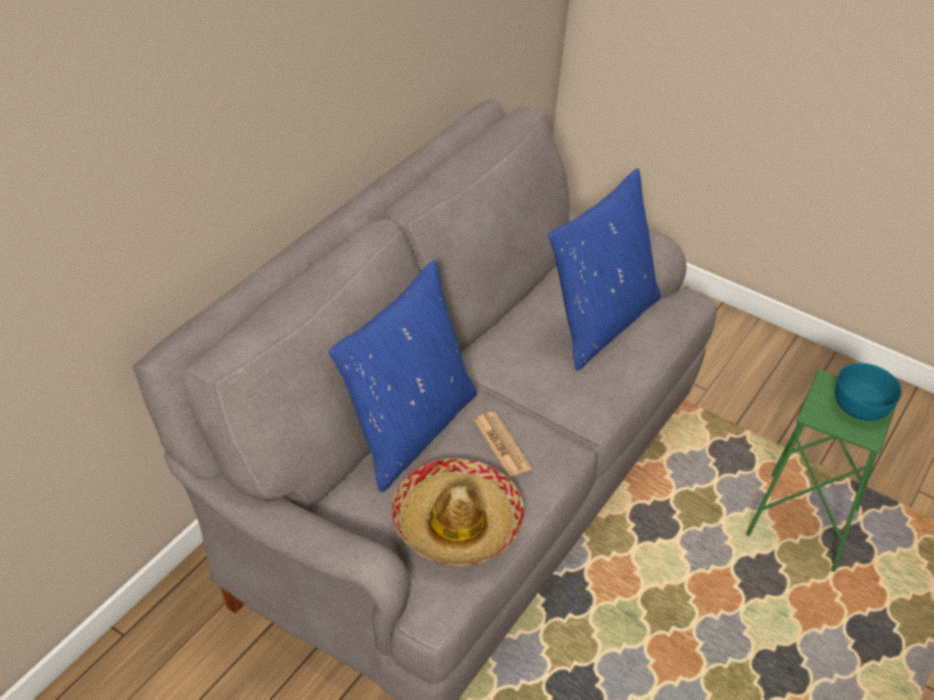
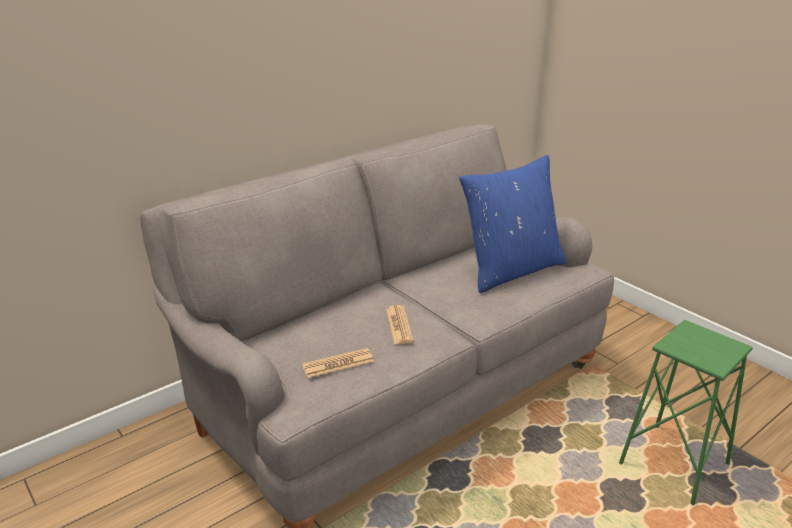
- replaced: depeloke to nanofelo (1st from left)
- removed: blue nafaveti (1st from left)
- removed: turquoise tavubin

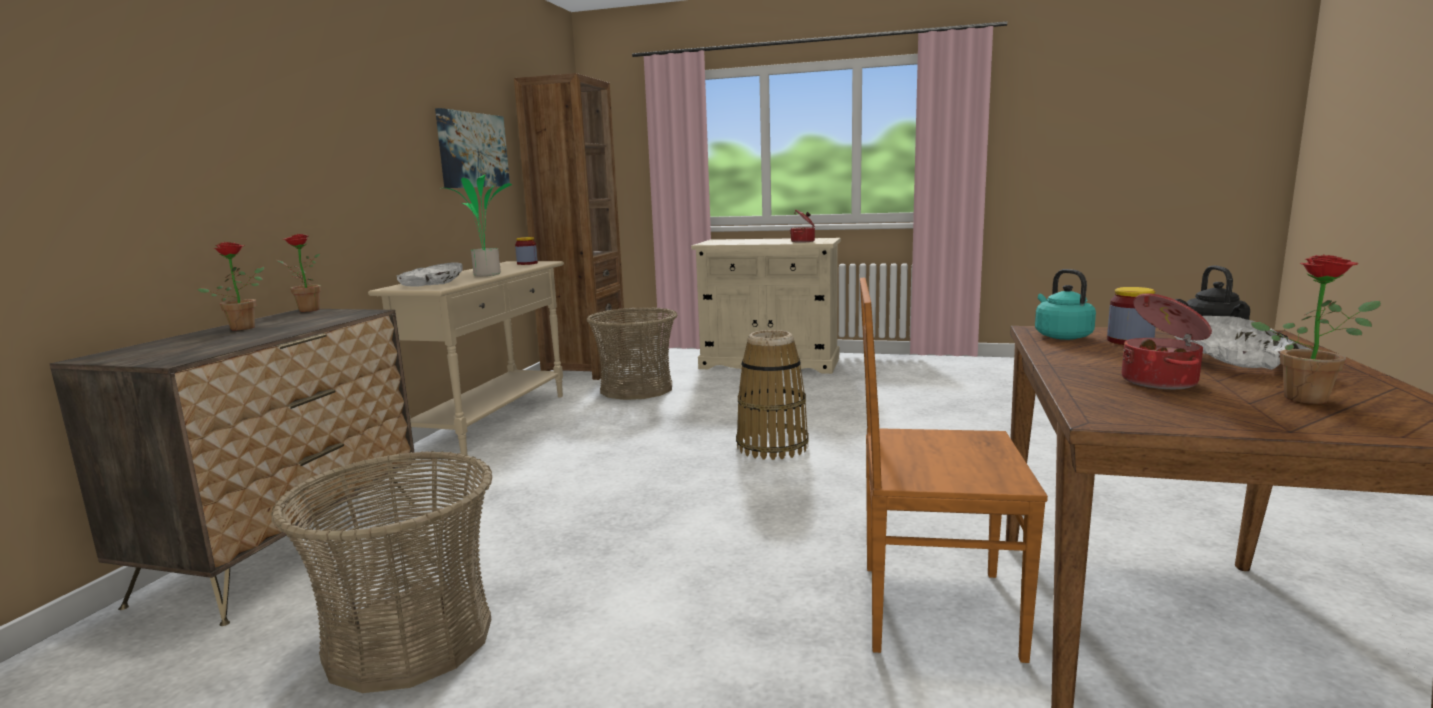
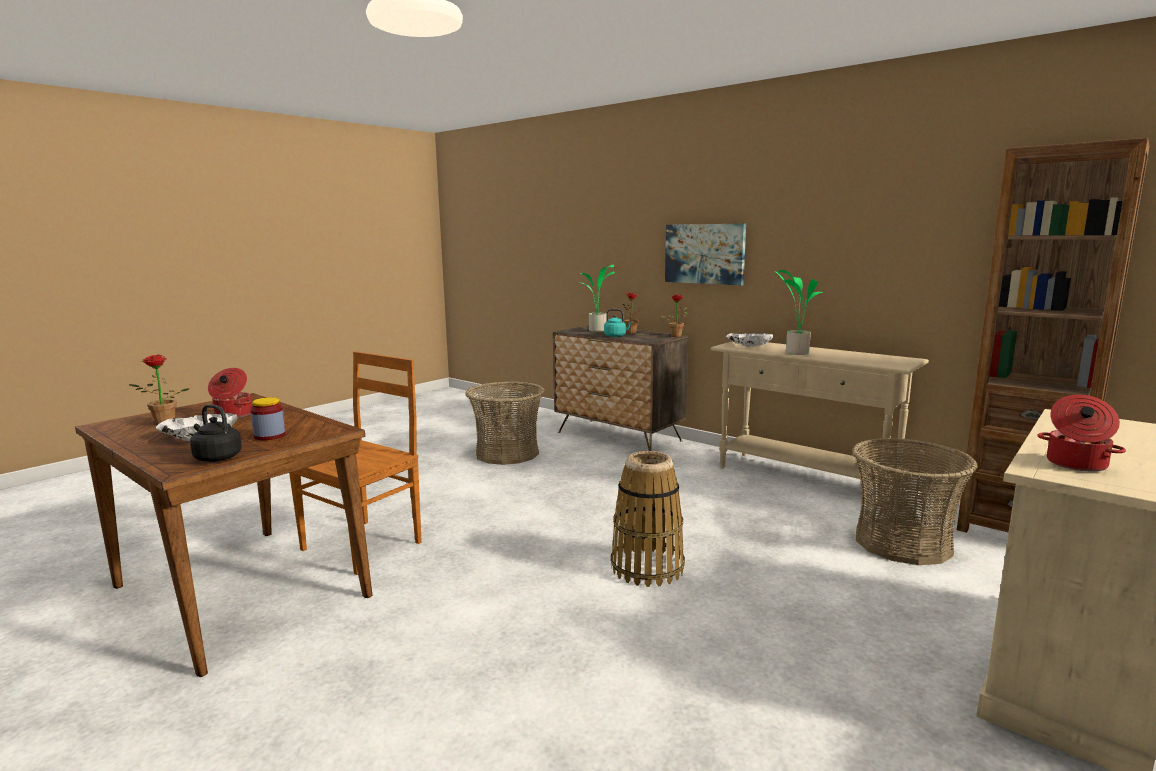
- added: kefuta (2nd from left)
- moved: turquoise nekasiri
- moved: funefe
- removed: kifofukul (1st from left)

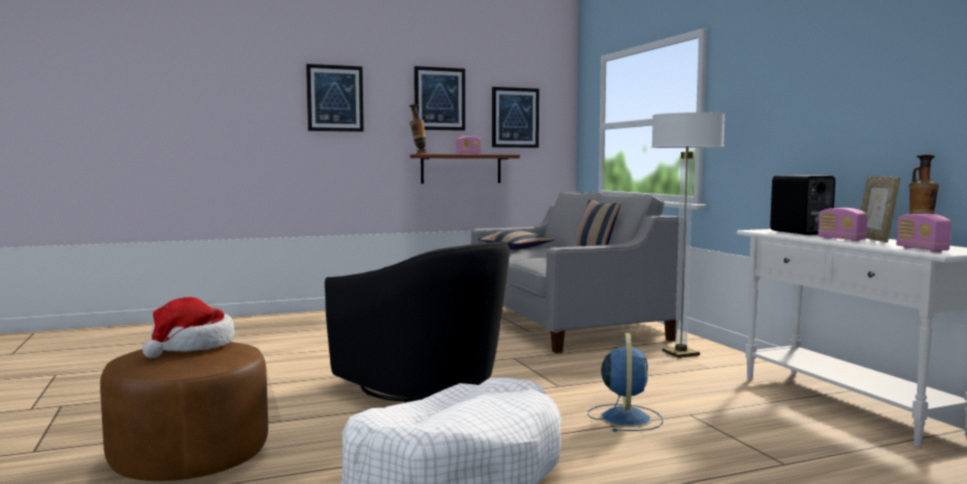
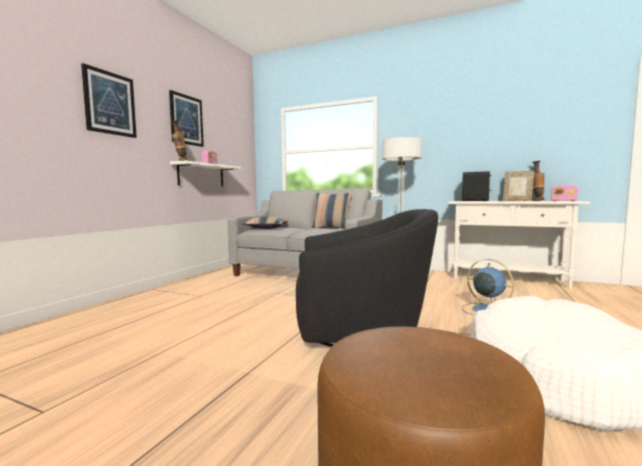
- recoloured: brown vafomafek to white vafomafek
- removed: depeloke
- removed: funefe (3rd from left)
- removed: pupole (2nd from left)

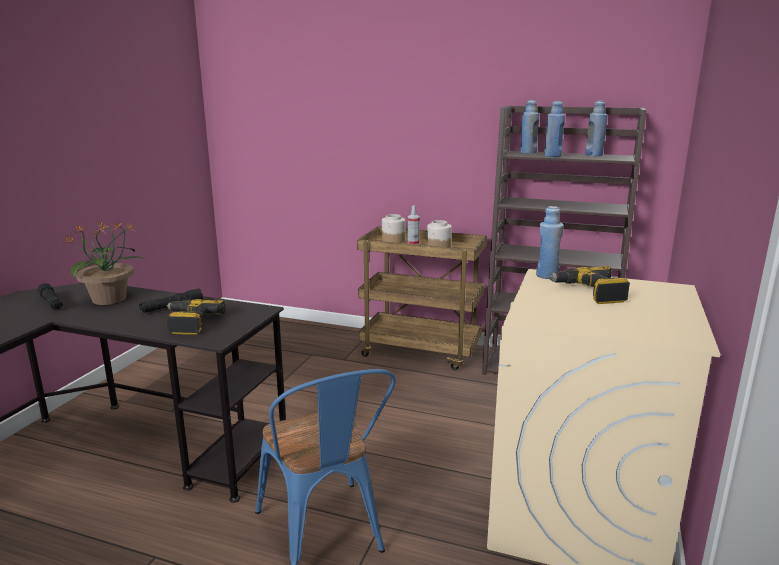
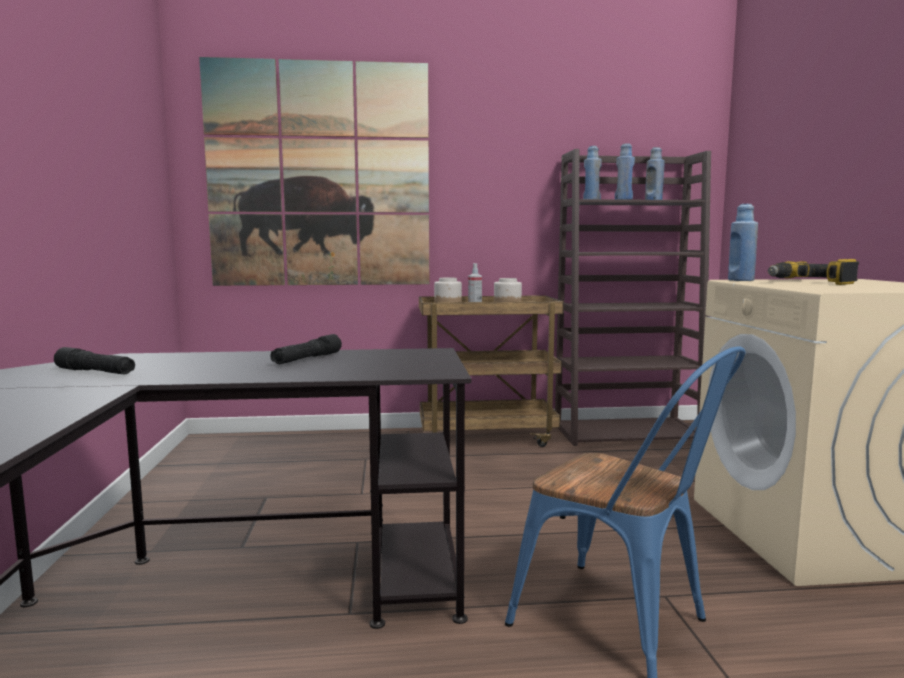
- added: funefe
- removed: kefuta
- removed: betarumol (1st from left)

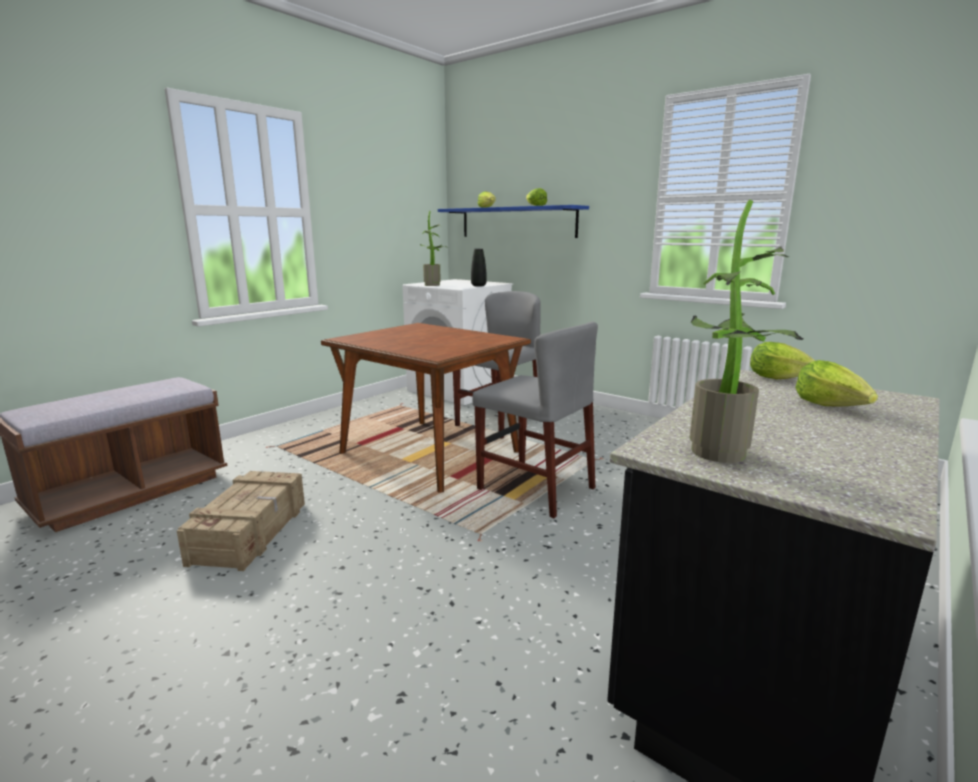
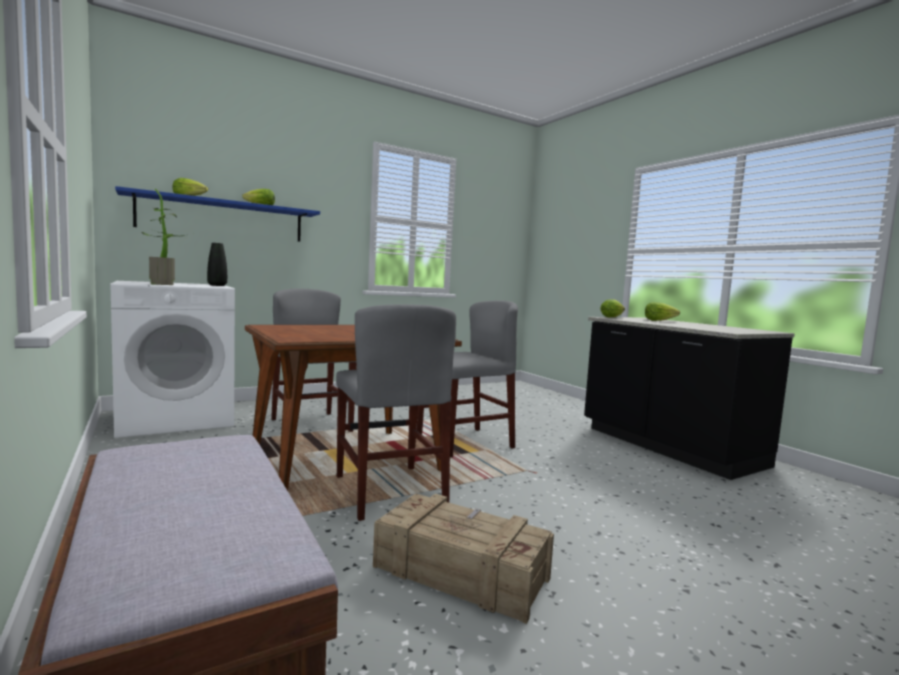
- added: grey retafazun (2nd from left)
- removed: kefuta (2nd from left)

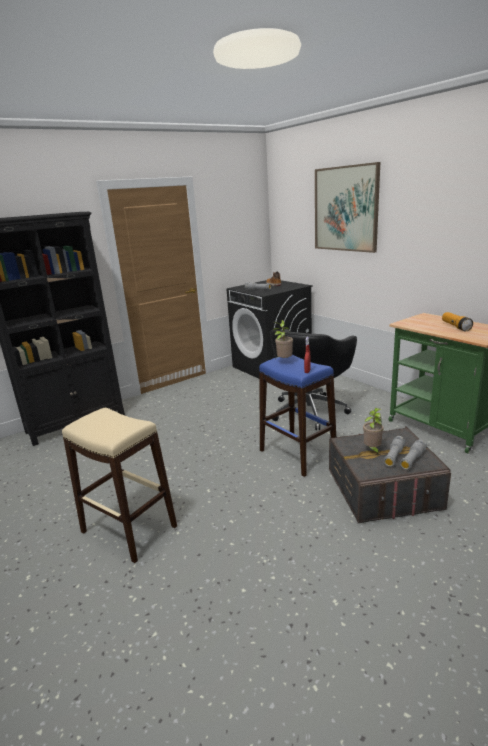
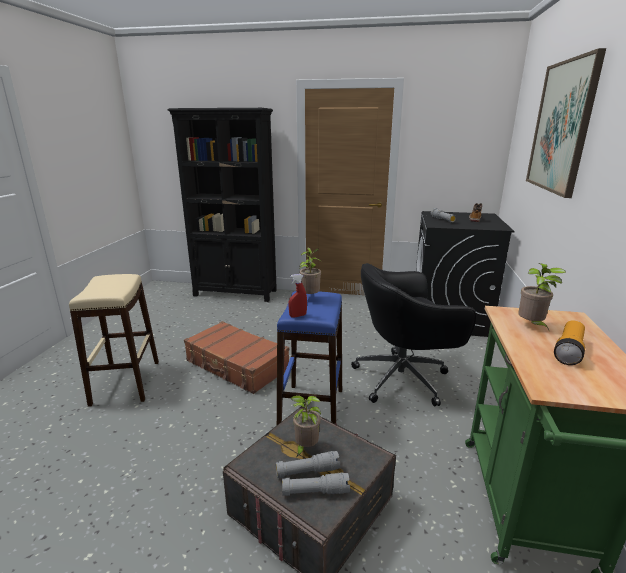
- added: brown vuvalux
- added: kefuta (3rd from left)

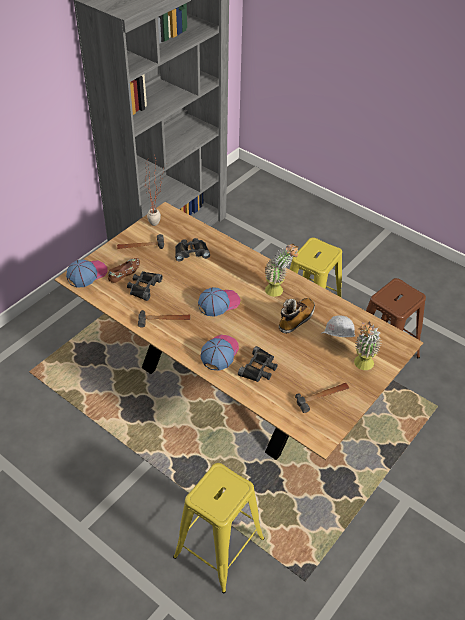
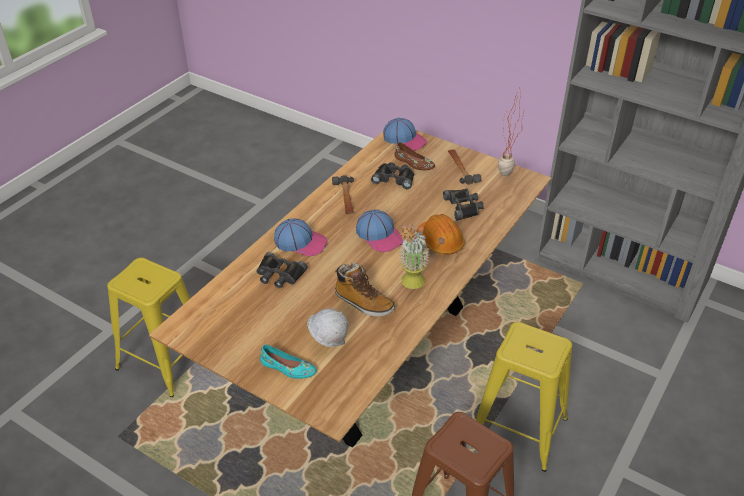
- replaced: kefuta (3rd from left) to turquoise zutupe
- added: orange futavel
- removed: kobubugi (3rd from left)

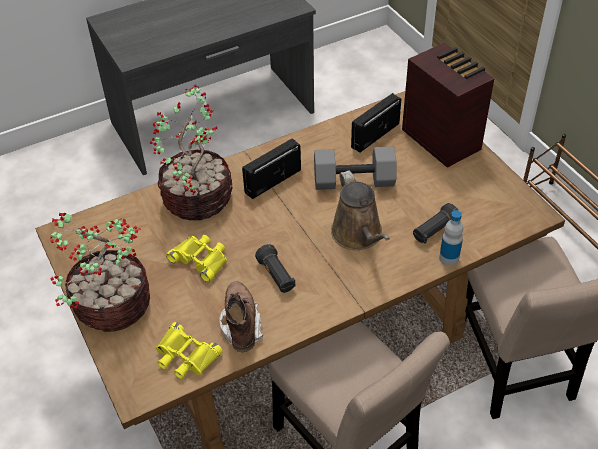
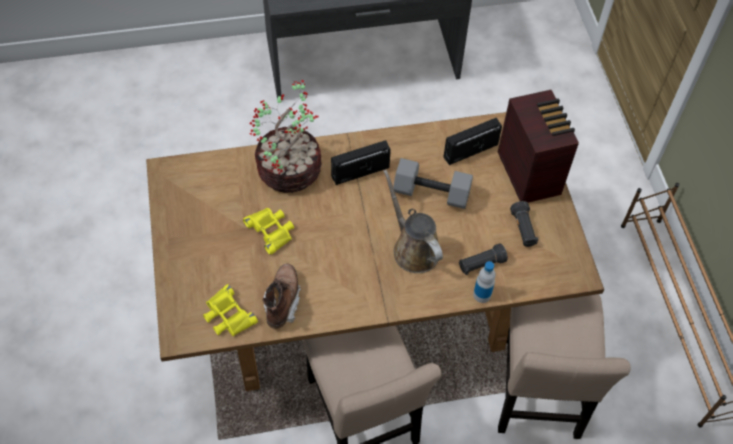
- turned: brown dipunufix 150 degrees clockwise
- moved: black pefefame (1st from left in the first image) to black pefefame (2nd from left)
- removed: kefuta (1st from left)

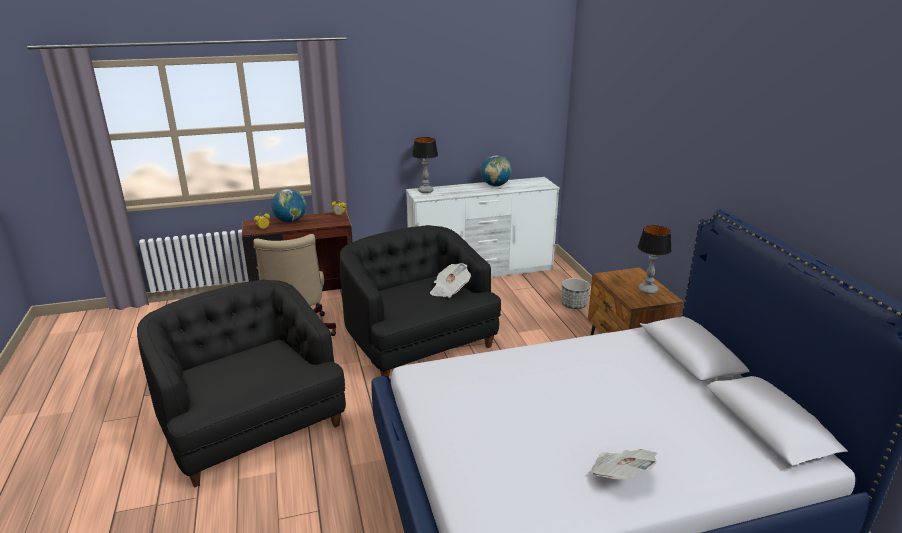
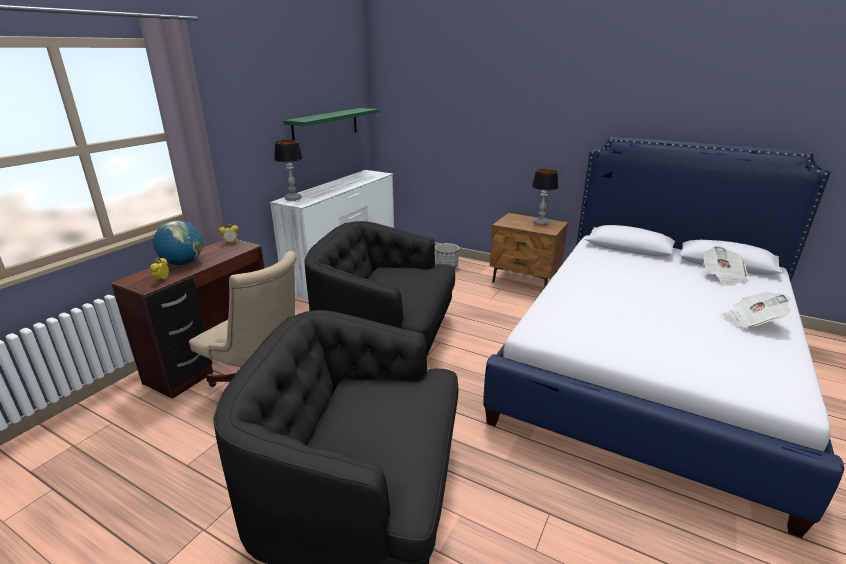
- added: green vafomafek
- moved: nanofelo (1st from left)
- removed: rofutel (2nd from left)

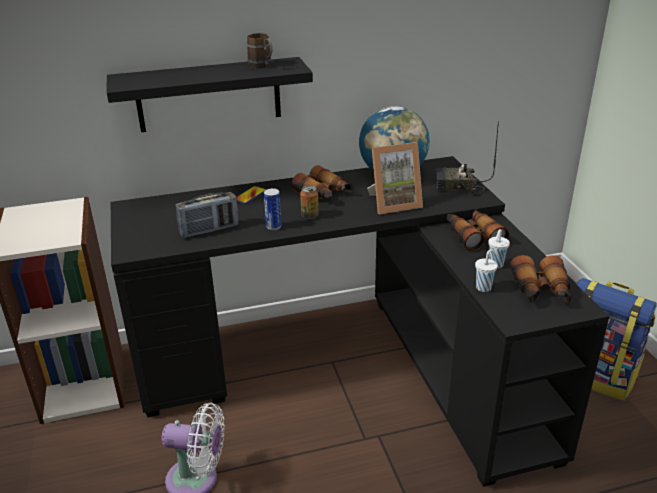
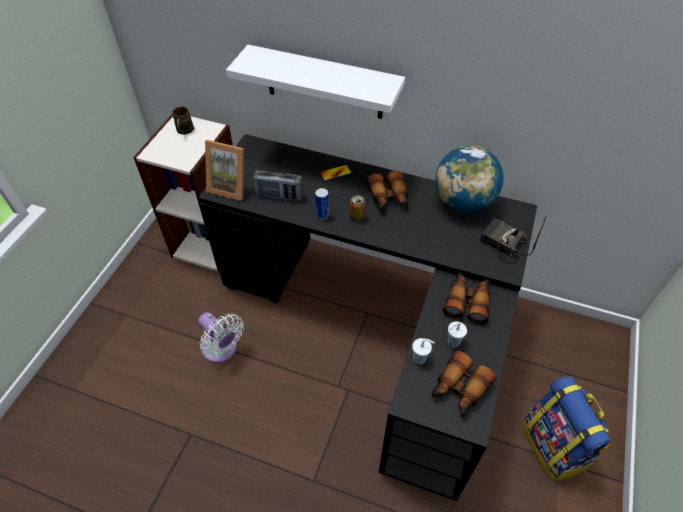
- moved: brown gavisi
- moved: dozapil
- recoloured: black vafomafek to white vafomafek

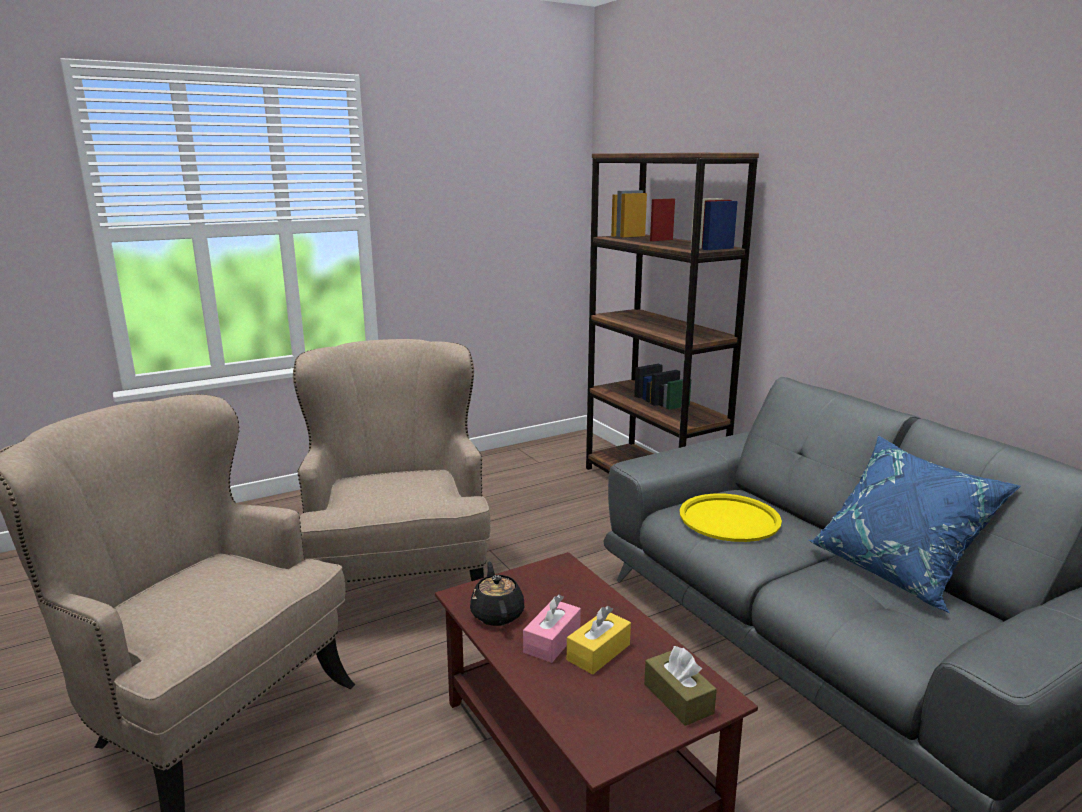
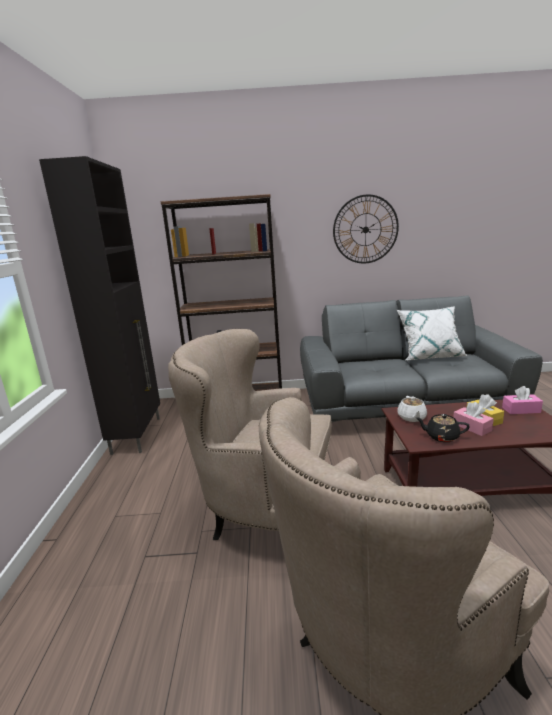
- added: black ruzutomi
- added: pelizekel
- recoloured: blue nafaveti to white nafaveti
- added: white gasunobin
- recoloured: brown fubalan to pink fubalan (2nd from left)
- removed: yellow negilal

